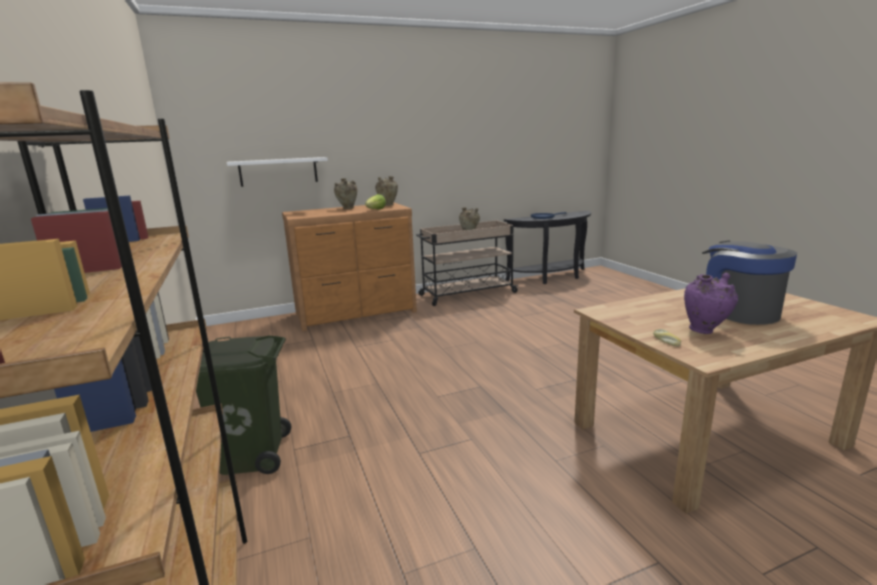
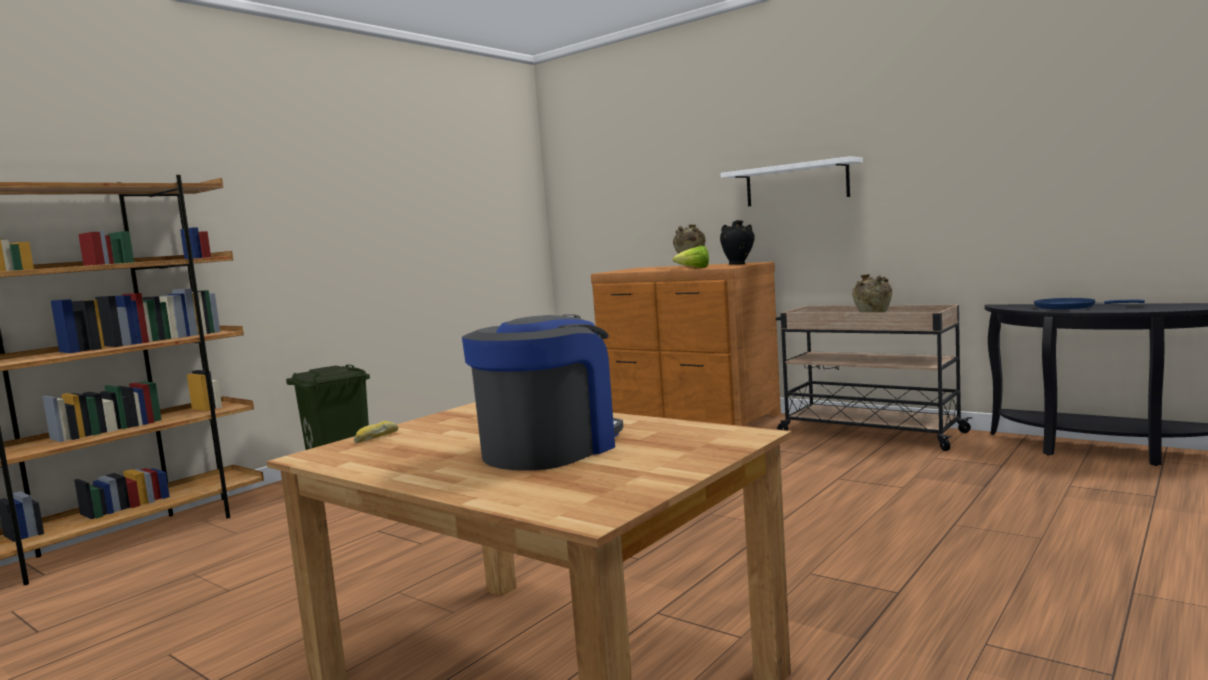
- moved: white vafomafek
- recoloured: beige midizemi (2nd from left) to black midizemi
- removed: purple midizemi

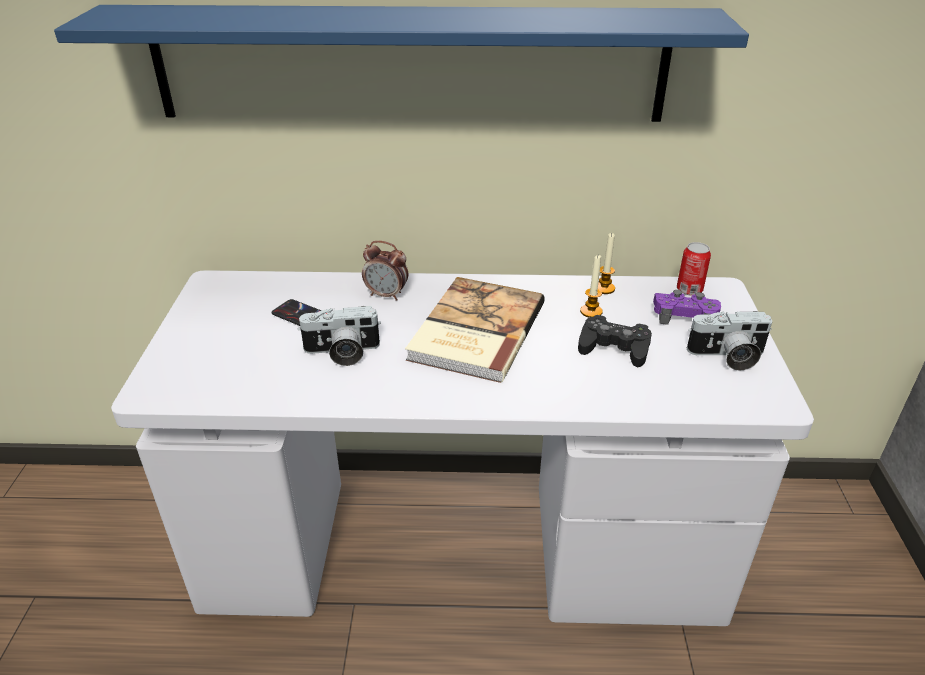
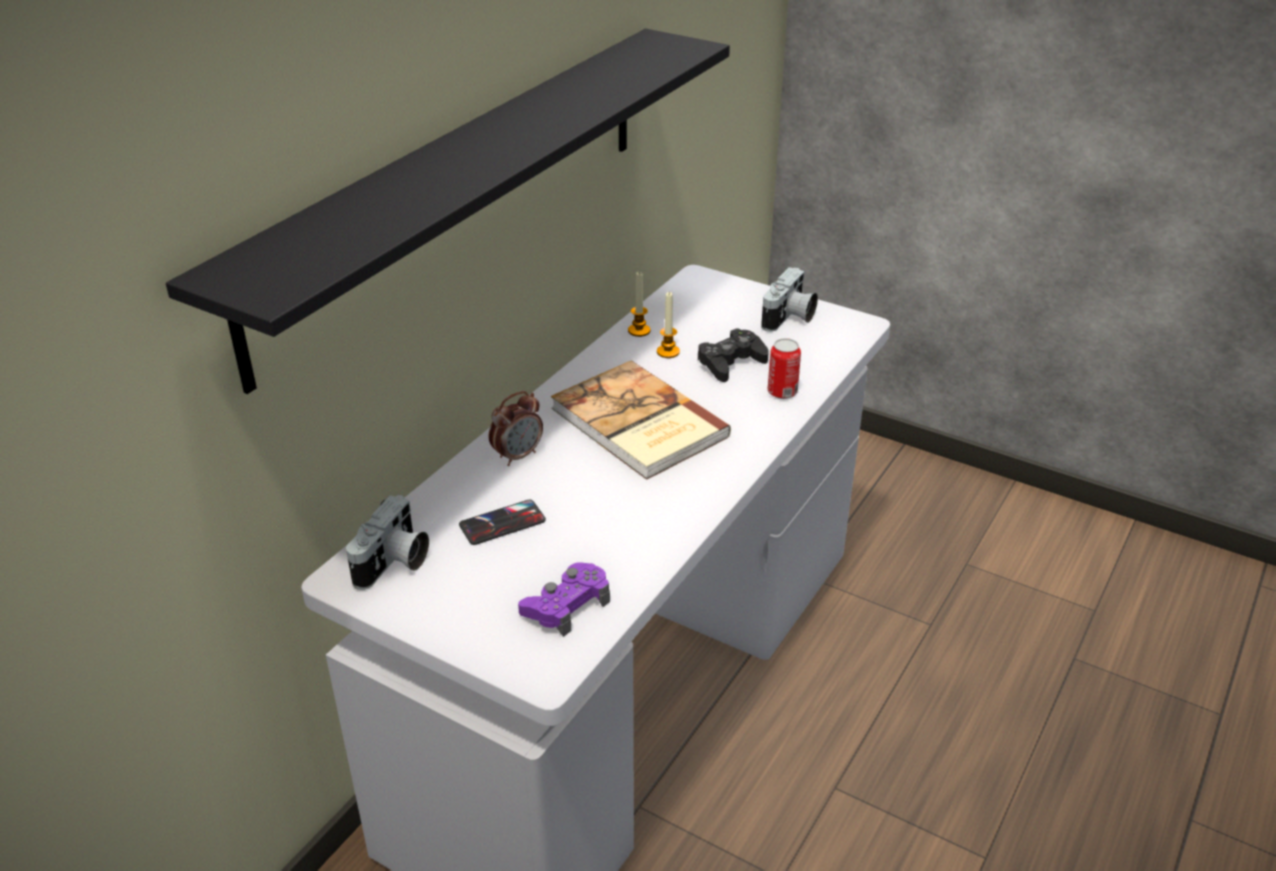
- recoloured: blue vafomafek to black vafomafek
- moved: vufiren (1st from left)
- moved: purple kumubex
- moved: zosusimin

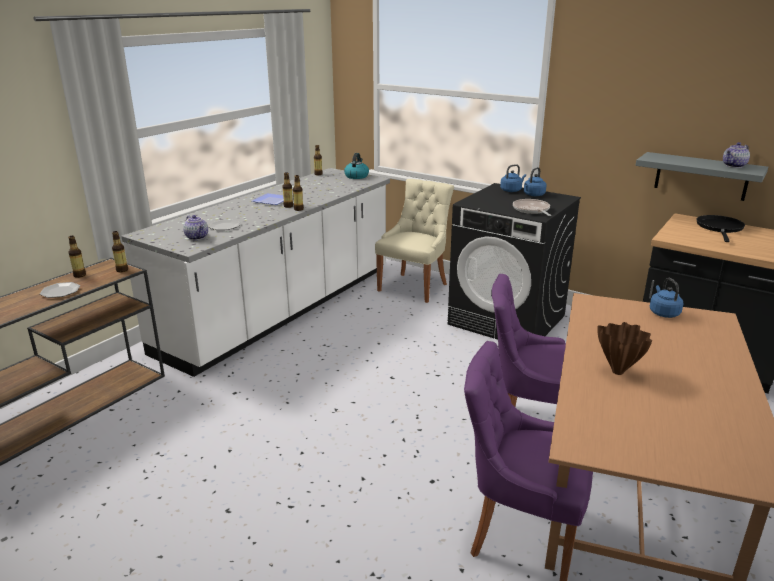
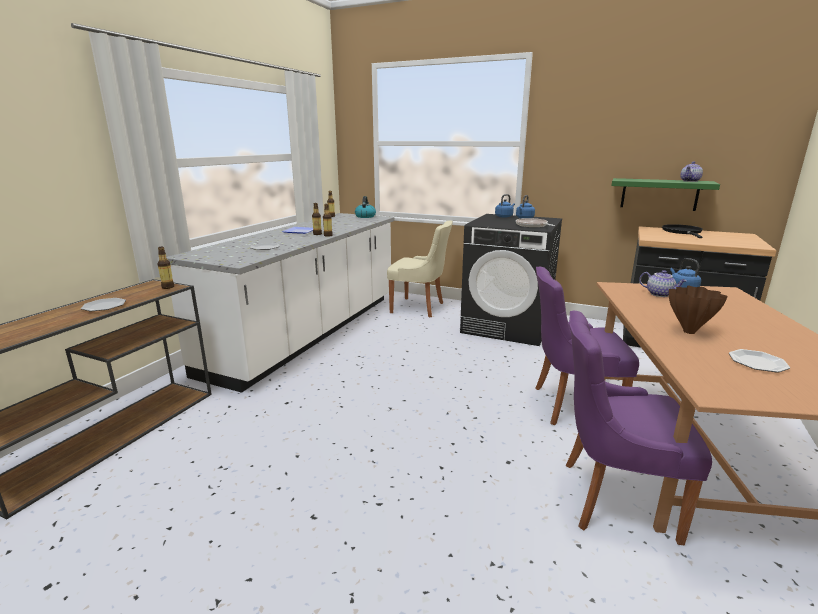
- turned: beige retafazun 90 degrees clockwise
- recoloured: grey vafomafek to green vafomafek
- moved: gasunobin (1st from left)
- added: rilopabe (4th from left)
- removed: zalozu (1st from left)

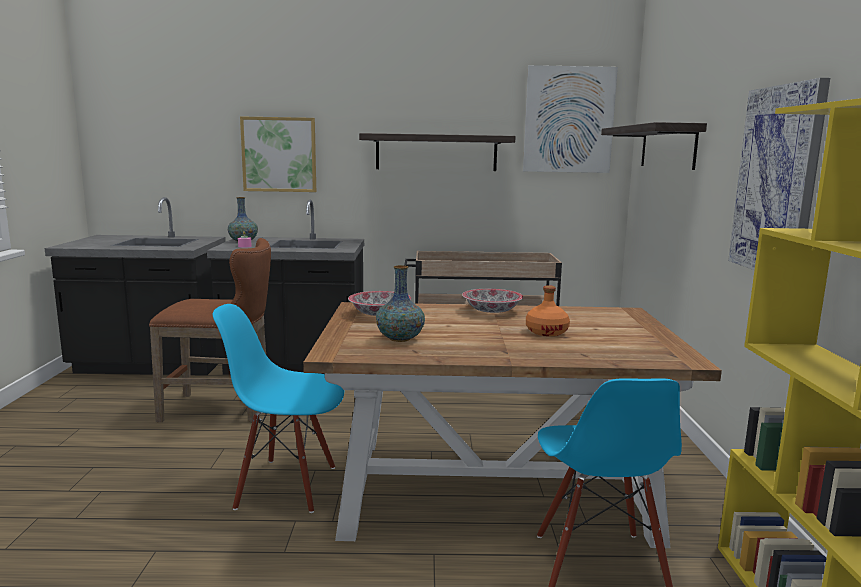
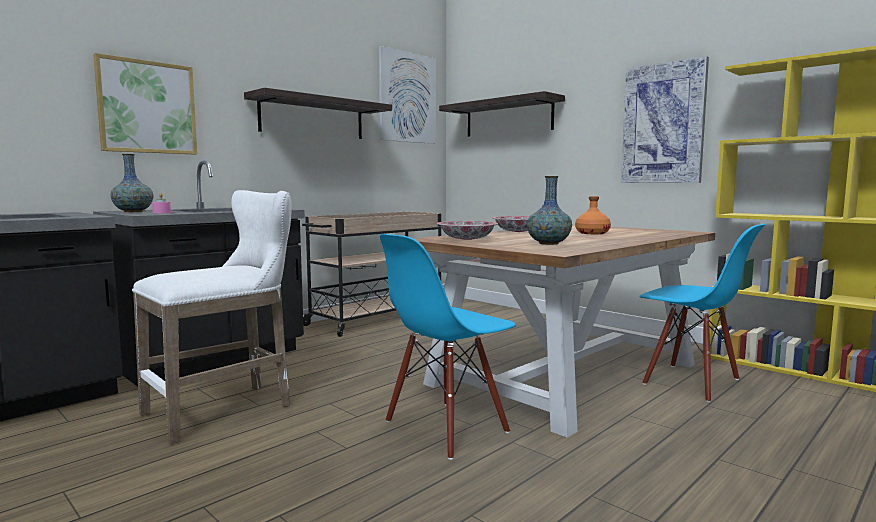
- recoloured: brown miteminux to white miteminux

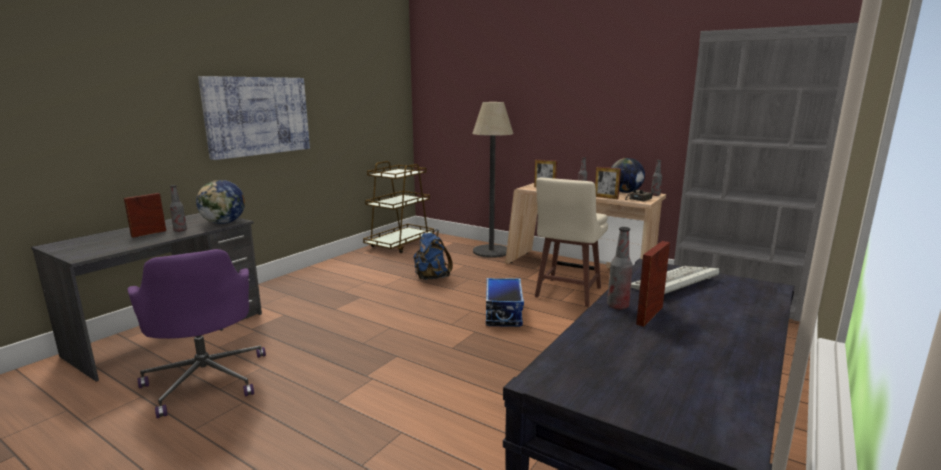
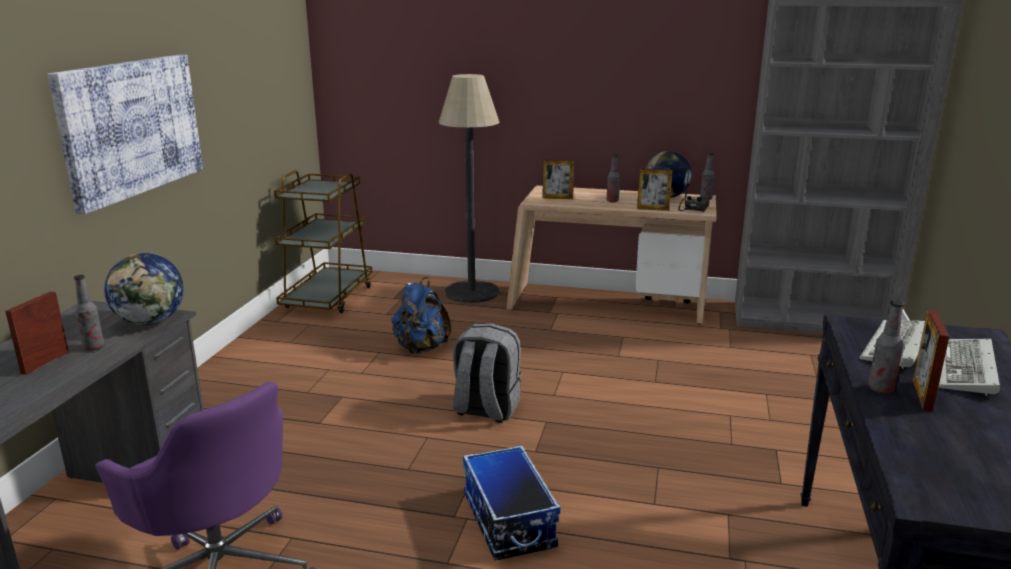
- added: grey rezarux
- moved: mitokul
- added: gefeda (2nd from left)
- removed: beige miteminux

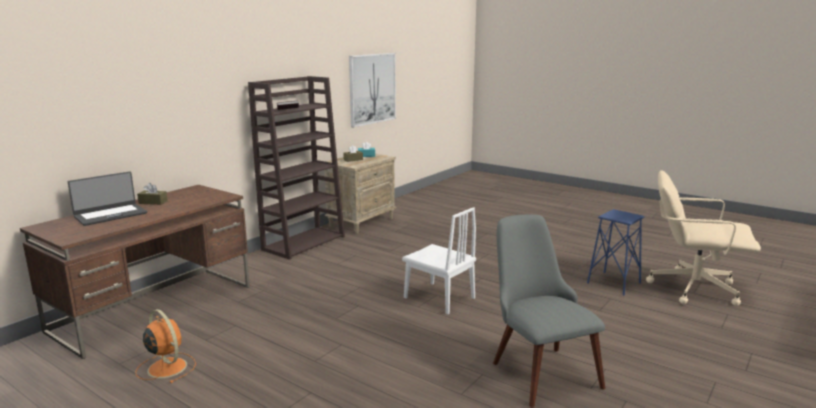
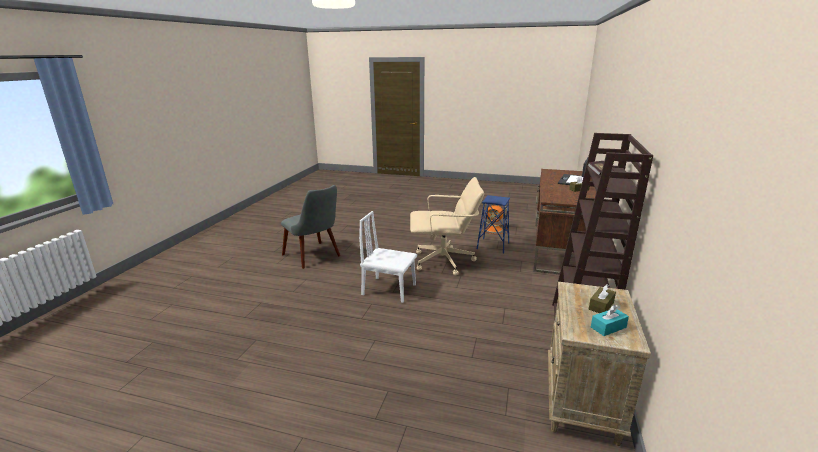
- moved: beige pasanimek
- moved: blue miteminux
- removed: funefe

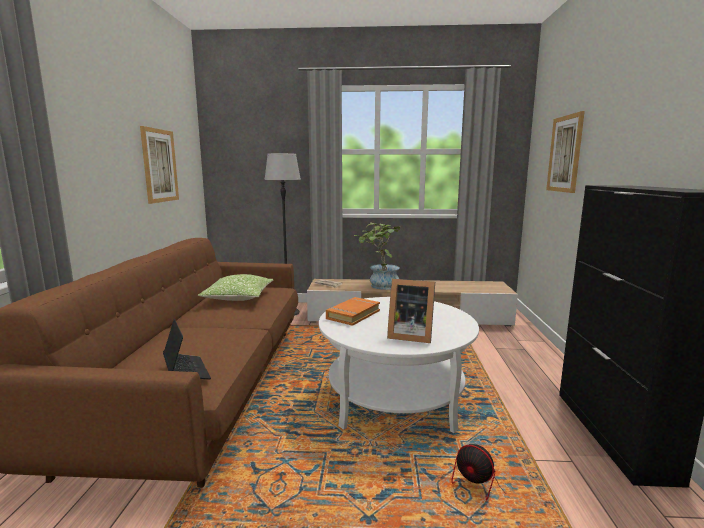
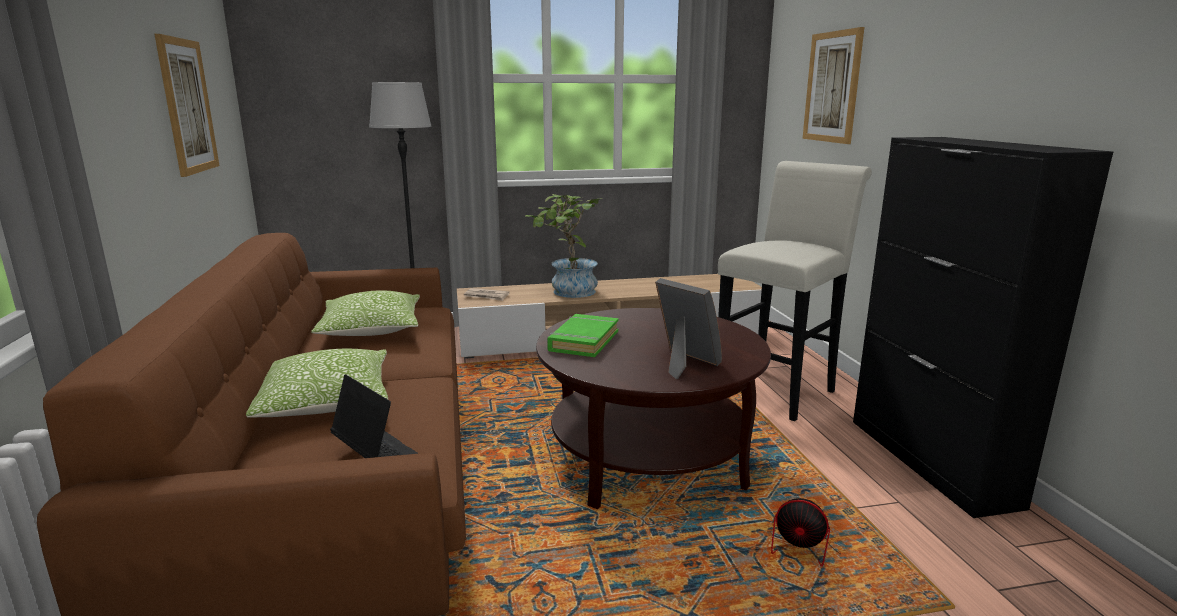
- added: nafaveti (1st from left)
- recoloured: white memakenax to brown memakenax
- recoloured: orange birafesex to green birafesex
- turned: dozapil 135 degrees counterclockwise
- added: white miteminux

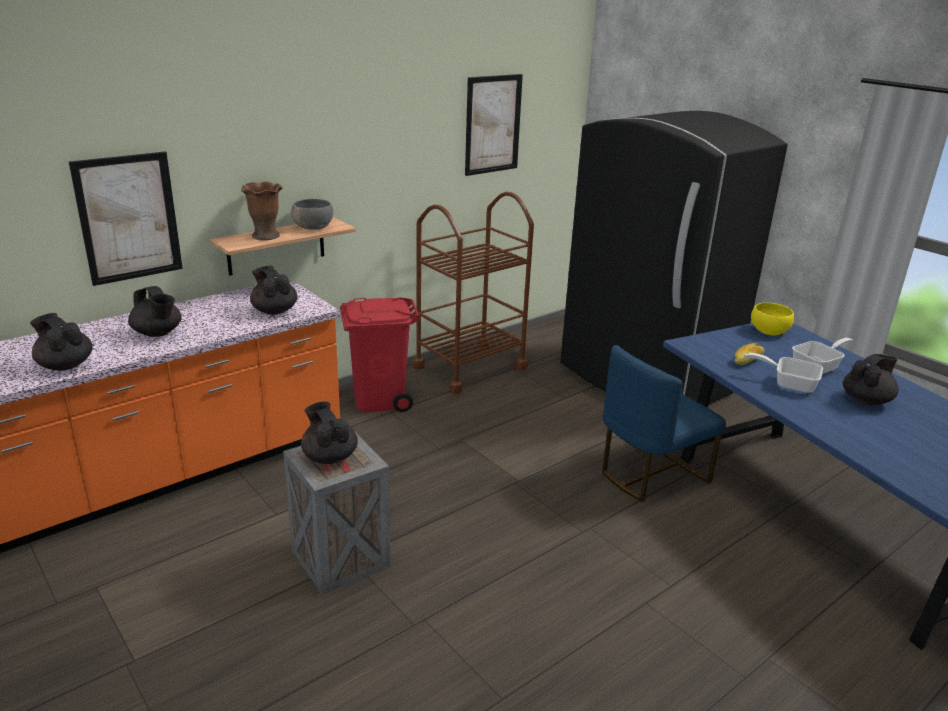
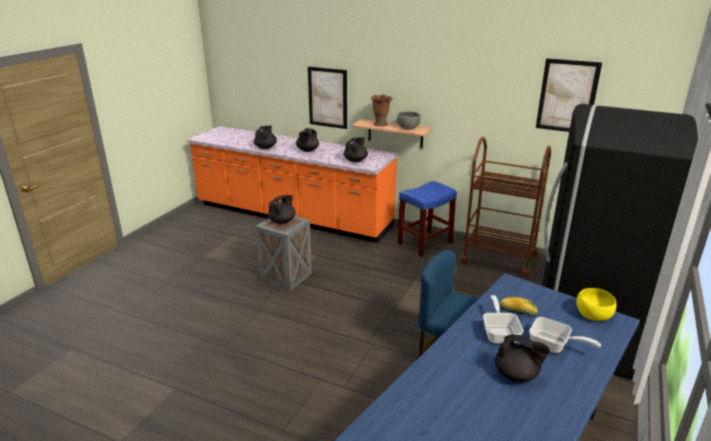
- replaced: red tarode to blue miteminux

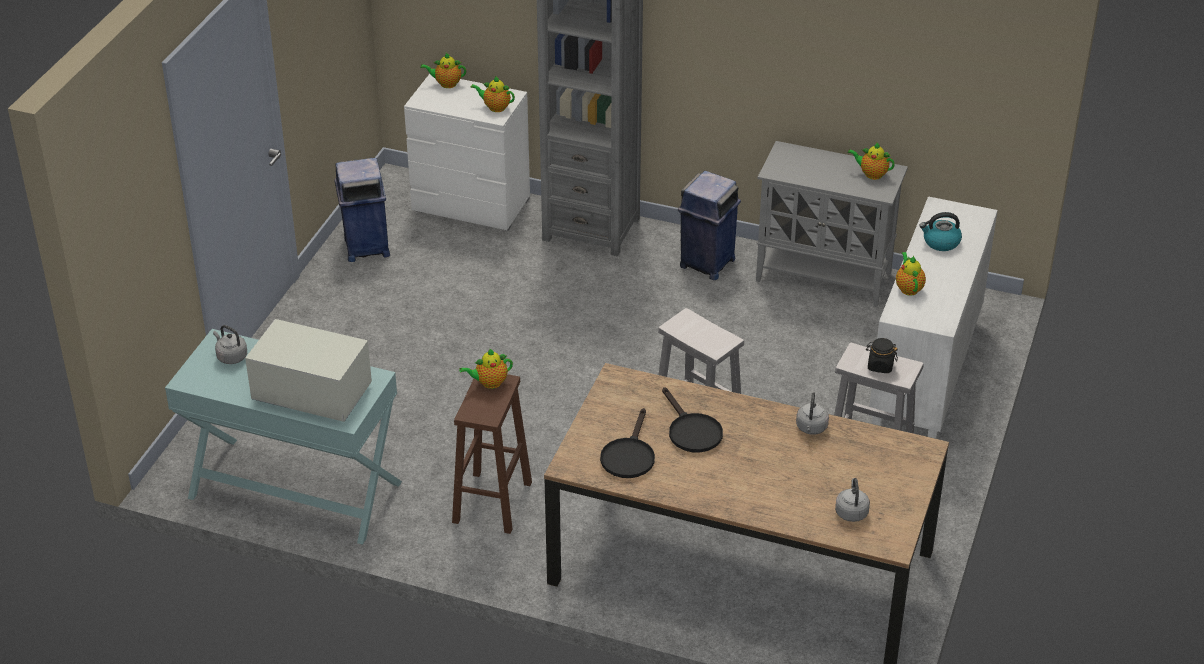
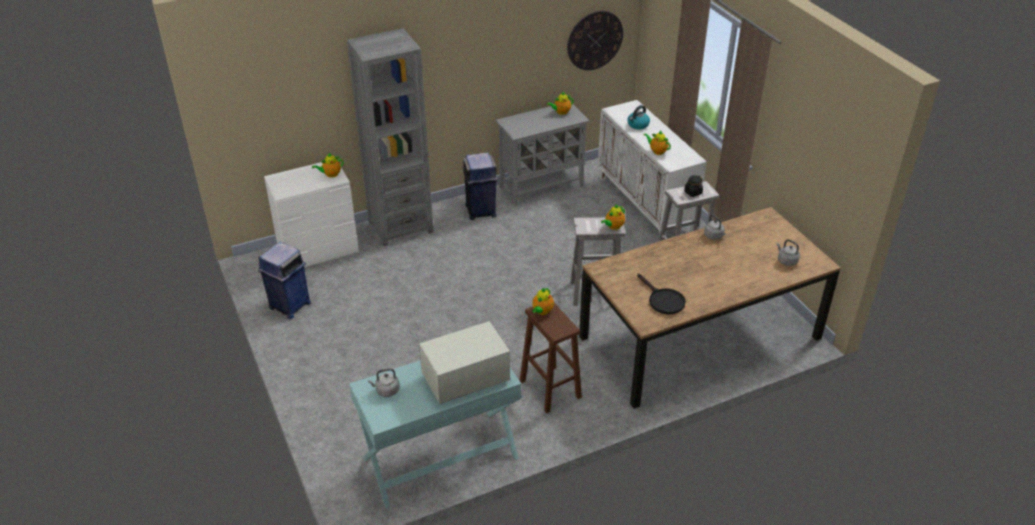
- added: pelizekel
- moved: gasunobin (1st from left in the first image) to gasunobin (4th from left)
- removed: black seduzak (2nd from left)

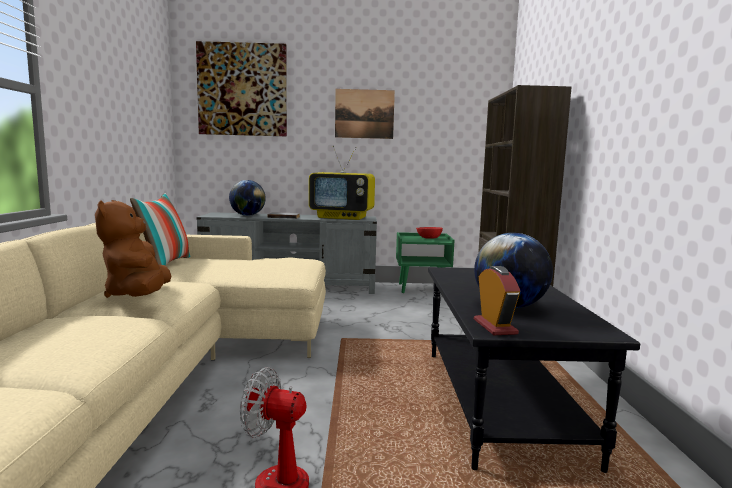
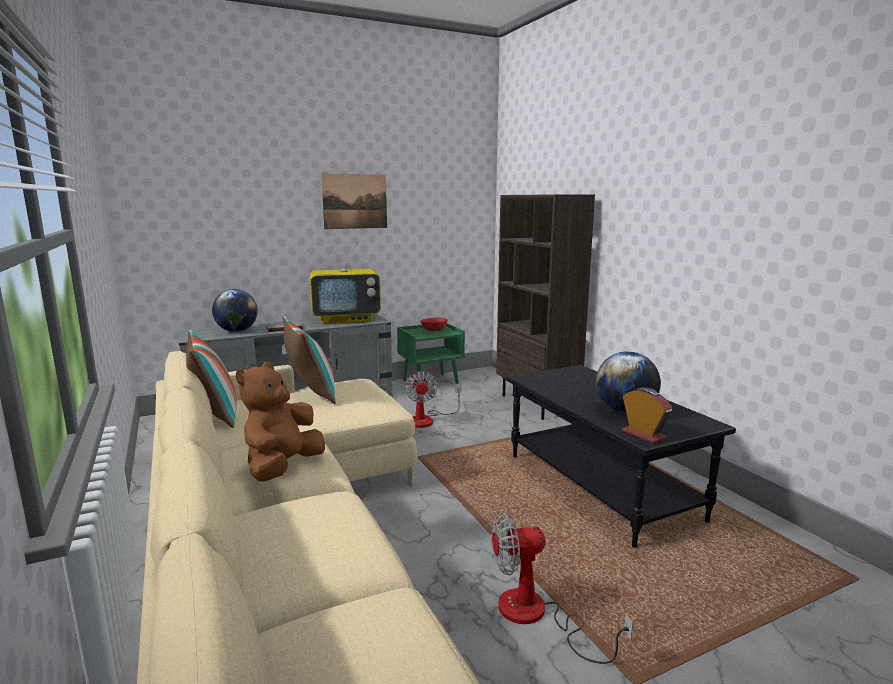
- turned: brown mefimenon 60 degrees clockwise
- added: nafaveti (2nd from left)
- added: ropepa (1st from left)
- removed: funefe (1st from left)

